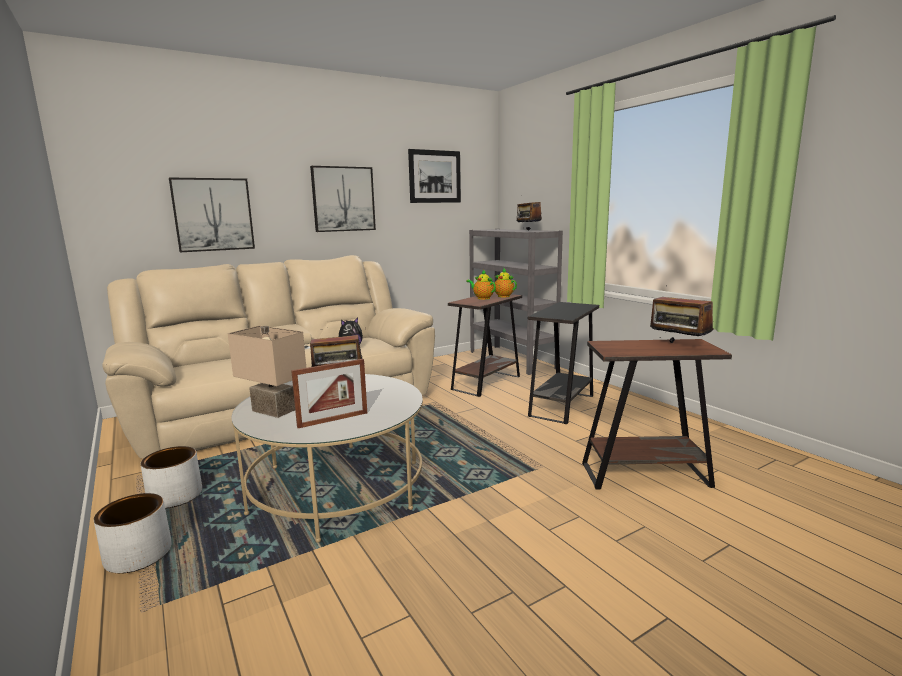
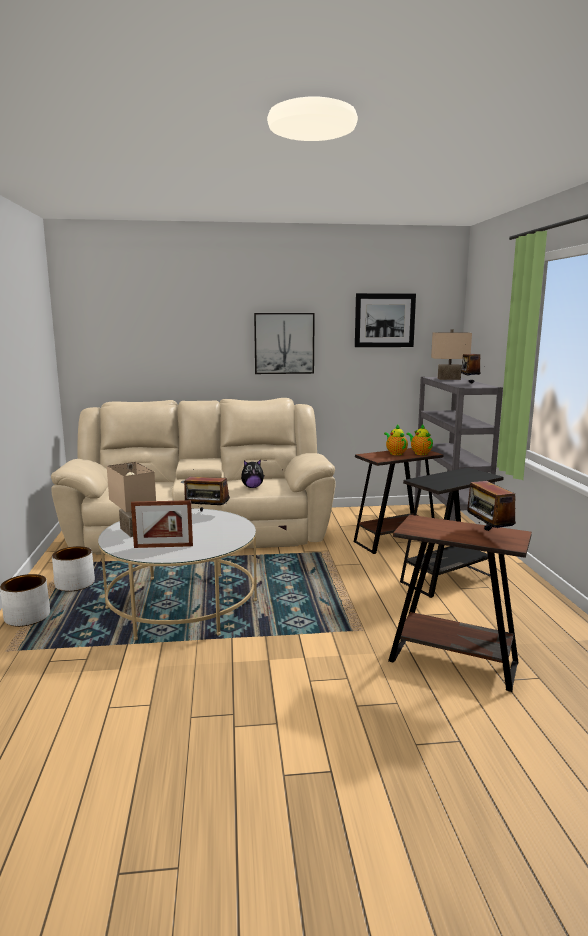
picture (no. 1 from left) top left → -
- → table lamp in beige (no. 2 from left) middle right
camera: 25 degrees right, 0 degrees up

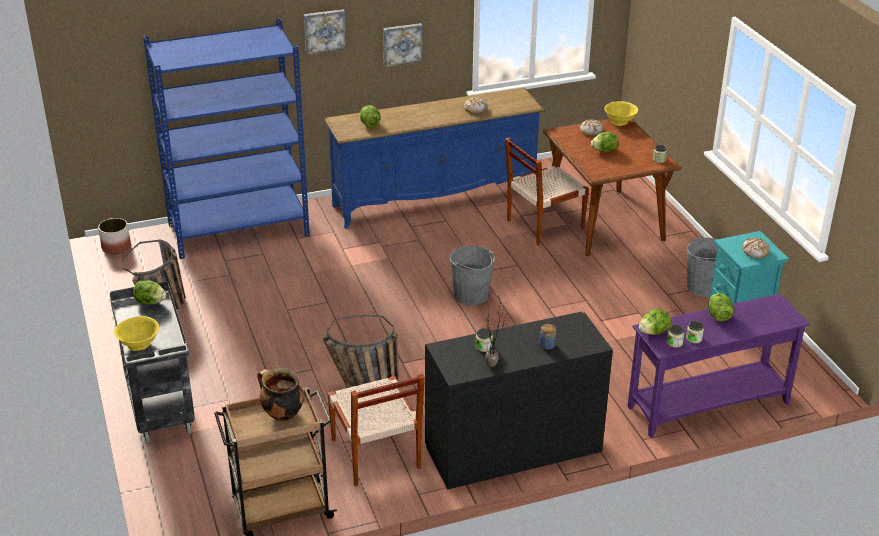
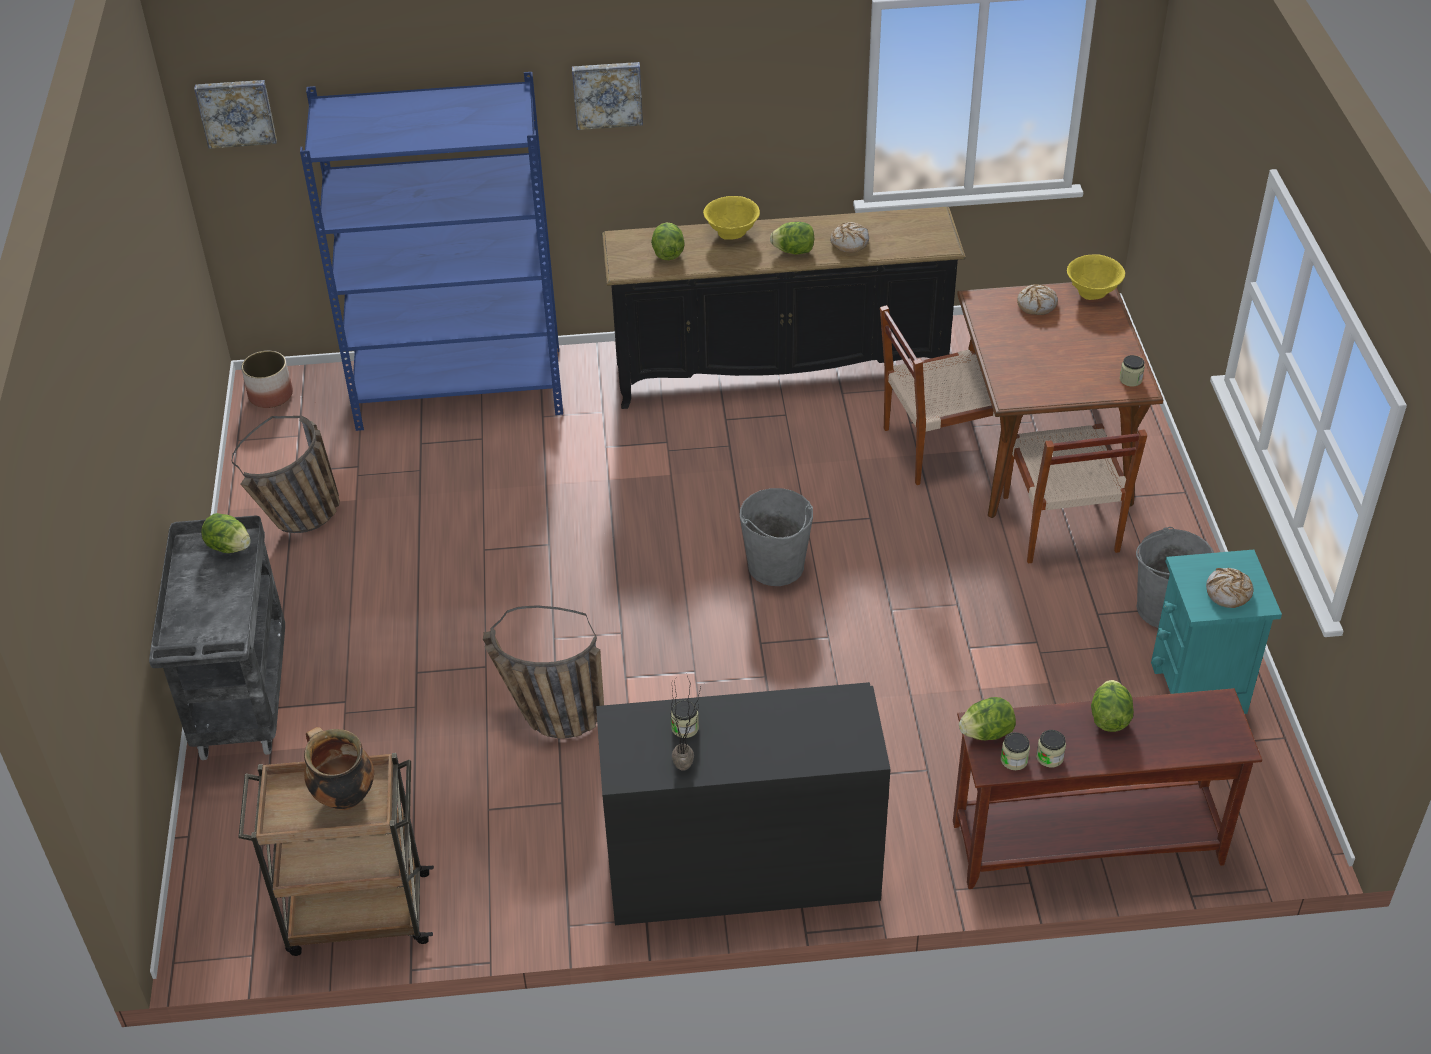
jar (no. 2 from left) centre → -
bowl in yellow (no. 1 from left) middle left → bowl in yellow (no. 1 from left) top centre, relocated
chair (no. 1 from left in the first image) bottom centre → chair (no. 2 from left) middle right, relocated
picture (no. 2 from left in the first image) top centre → picture (no. 1 from left) top left, relocated
lettuce (no. 3 from left) top right → lettuce (no. 3 from left) top centre, relocated
dresser in blue top centre → dresser in black top centre
console table in purple bottom right → console table in brown bottom right
camera: 15 degrees right, 10 degrees up

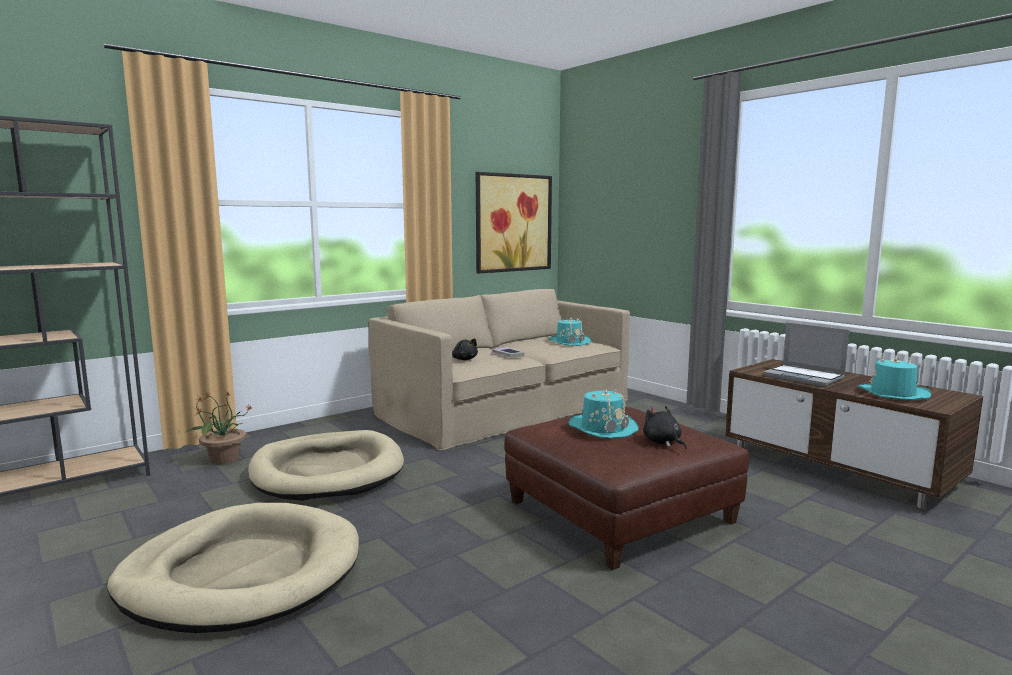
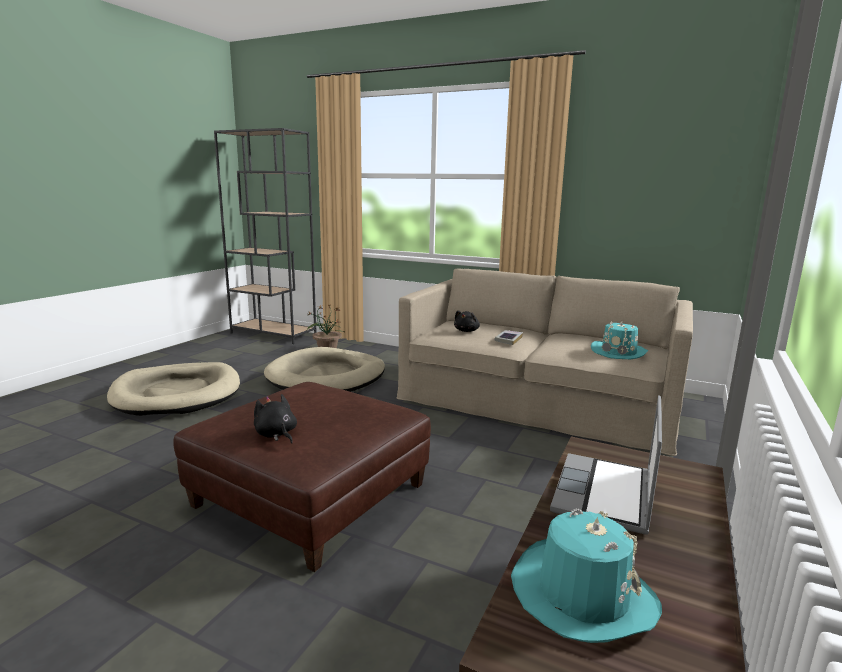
picture top centre → -
hat in turquoise (no. 2 from left) centre → -
plush toy in black (no. 2 from left in the first image) centre → plush toy in black (no. 1 from left) middle left, 75 degrees counterclockwise
camera: 65 degrees right, 5 degrees up

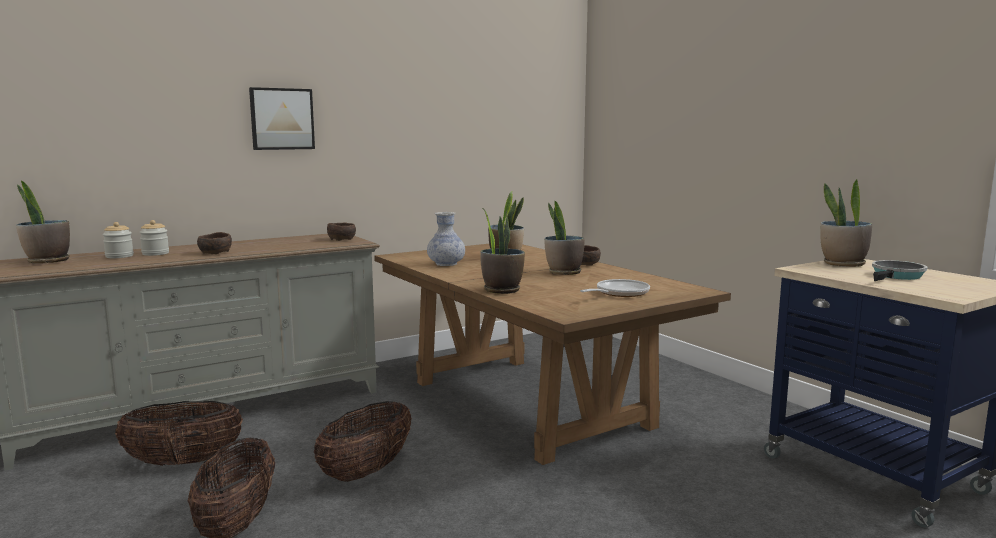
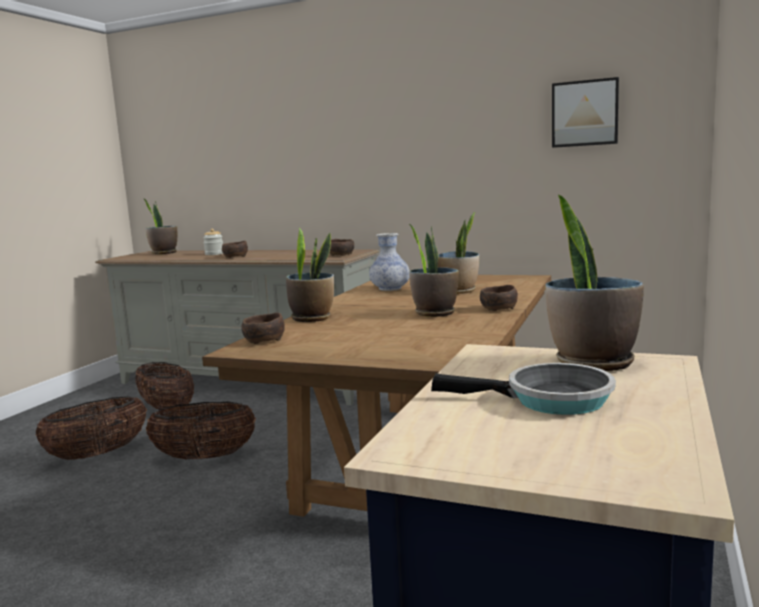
jar (no. 1 from left) middle left → -
frying pan (no. 1 from left) centre → -
- → bowl in brown (no. 2 from left) centre
picture top left → picture top right, relocated
camera: 55 degrees right, 0 degrees up

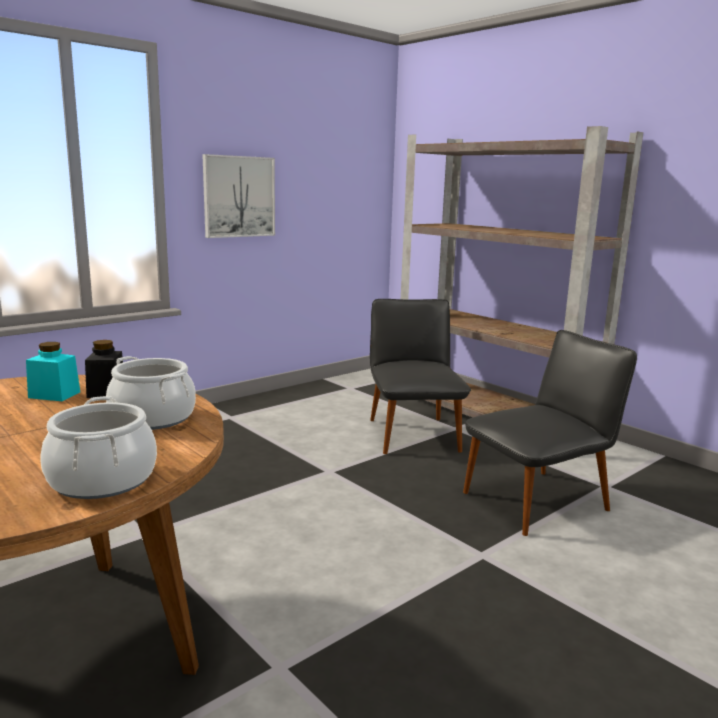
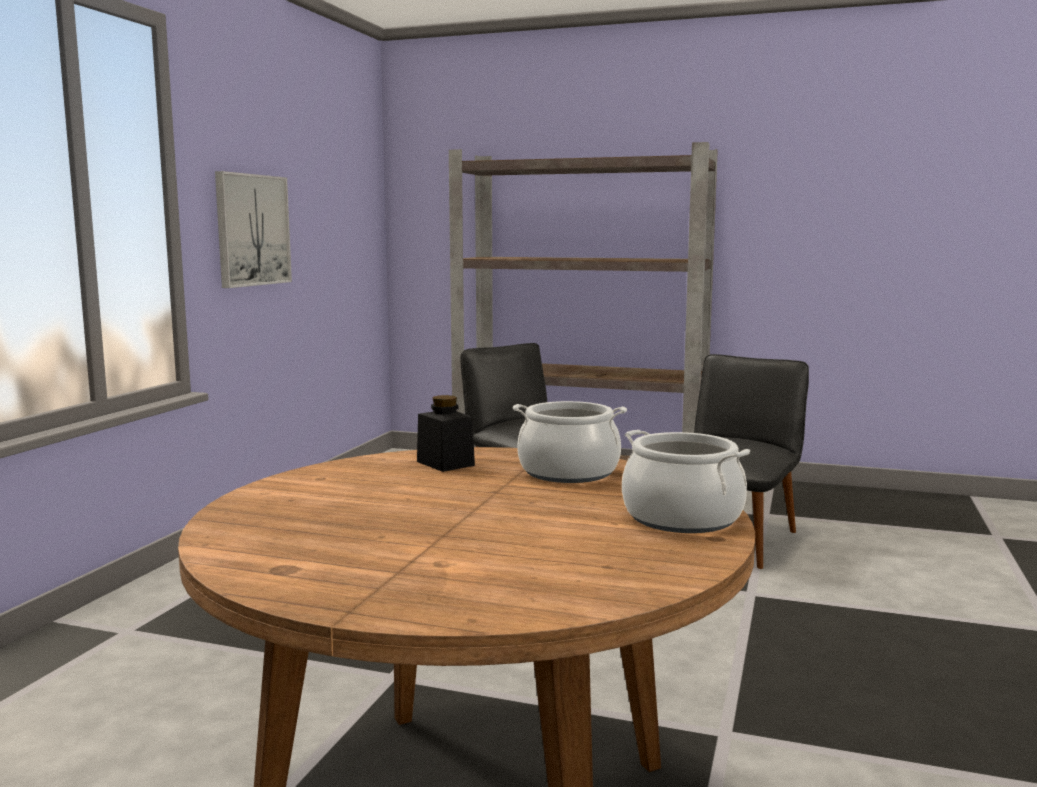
jar in turquoise middle left → -
camera: 30 degrees left, 5 degrees down

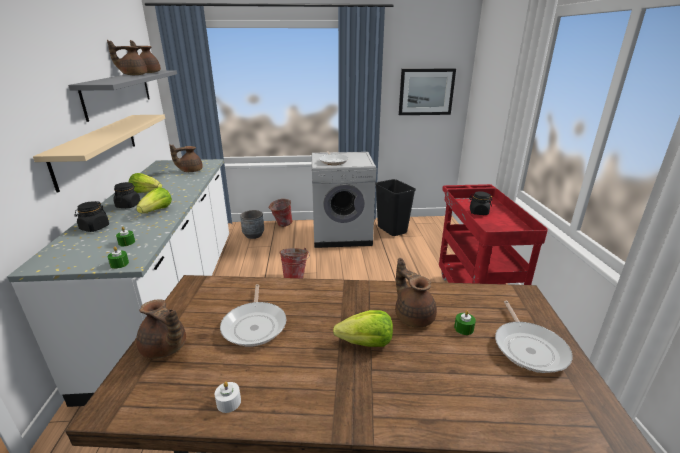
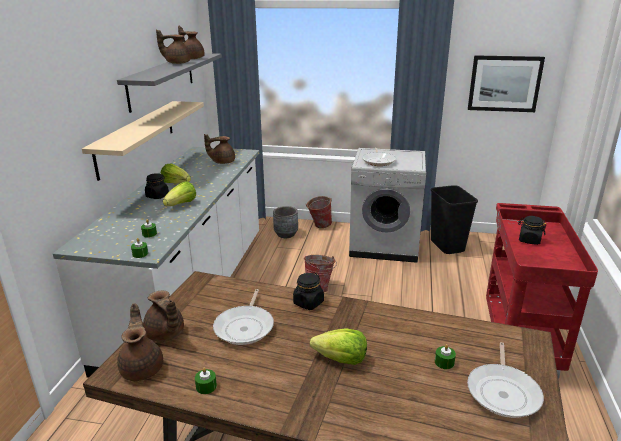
jar in black (no. 1 from left in the first image) middle left → jar in black (no. 2 from left) centre, relocated
teapot in brown (no. 5 from left in the first image) centre → teapot in brown (no. 1 from left) bottom left, relocated
candle in white bottom centre → candle in green (no. 3 from left) bottom left
camera: 15 degrees right, 0 degrees up

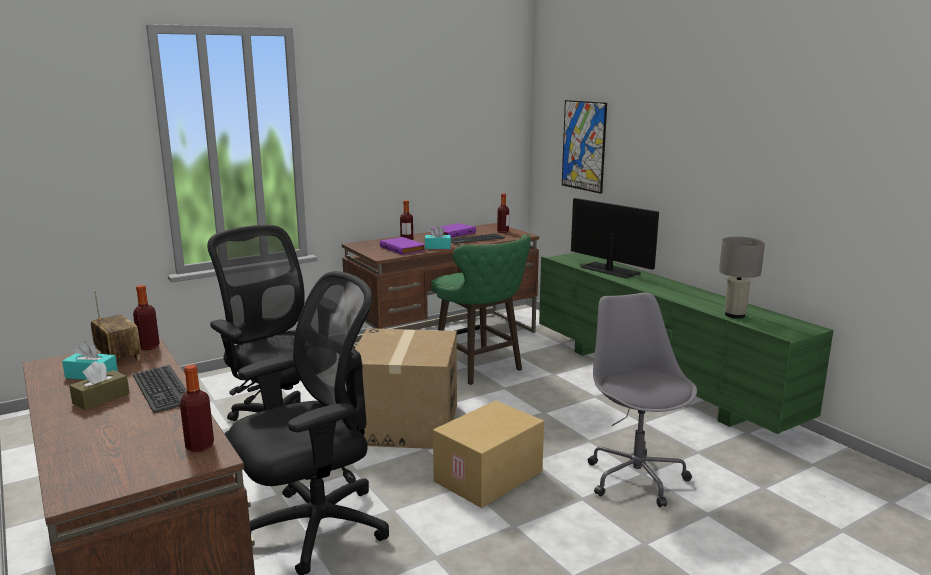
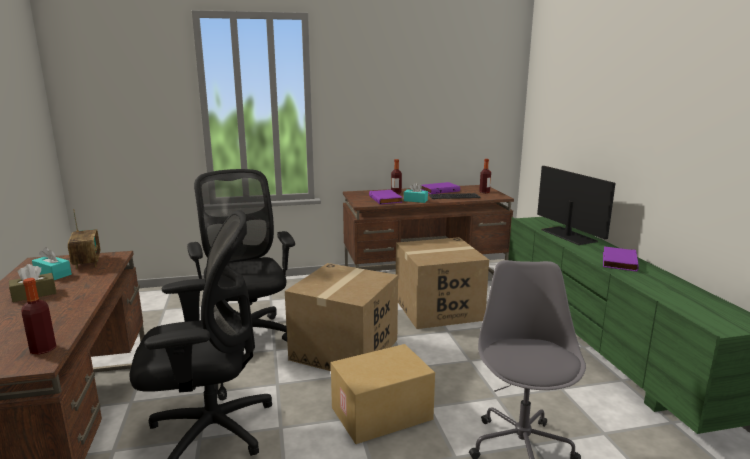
bottle (no. 1 from left) middle left → -
keyboard (no. 1 from left) bottom left → -
picture top centre → -
table lamp in grey middle right → -
- → book in purple (no. 3 from left) middle right
stool in green centre → cardboard box (no. 3 from left) centre
camera: 20 degrees right, 0 degrees up

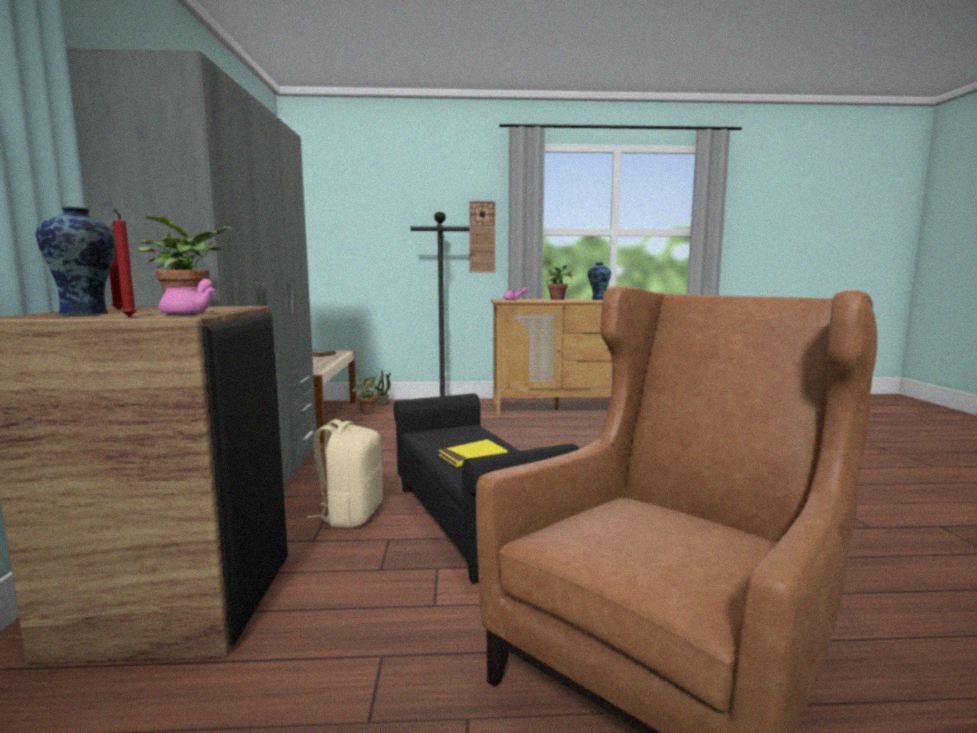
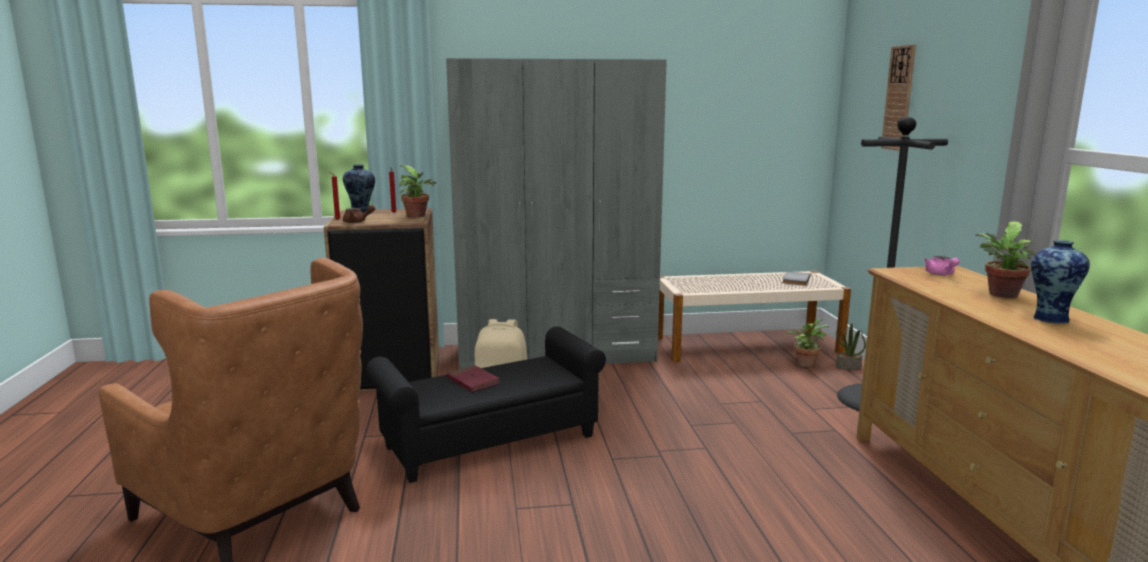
wall clock top centre → wall clock top right, relocated
teapot in pink (no. 1 from left) middle left → teapot in brown middle left
book in yellow centre → book in red bottom centre
camera: 85 degrees right, 5 degrees up

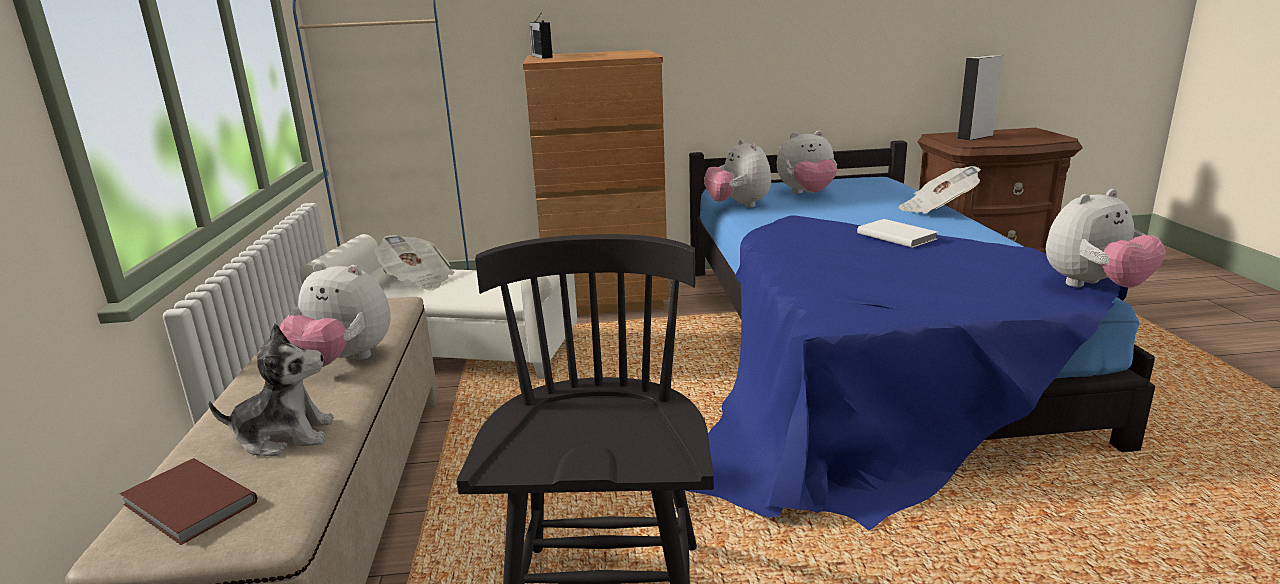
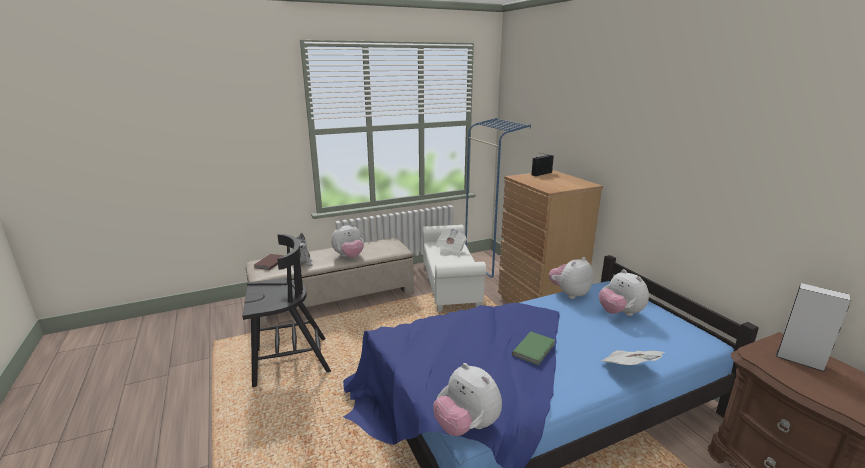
book in white middle right → book in green bottom centre
plush toy (no. 2 from left) middle left → plush toy (no. 2 from left) centre, 120 degrees counterclockwise
camera: 70 degrees right, 0 degrees up

